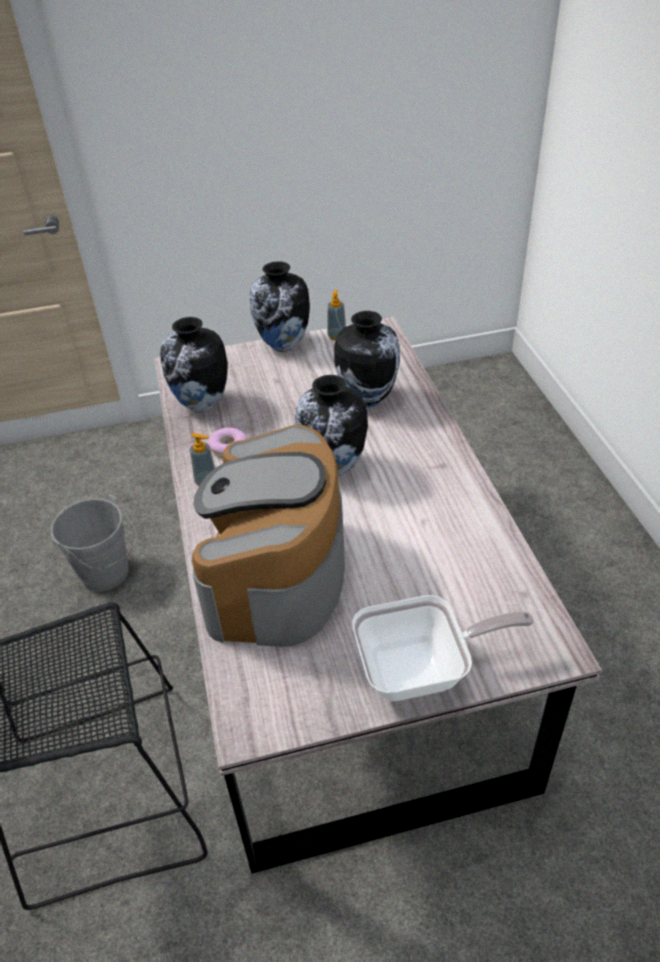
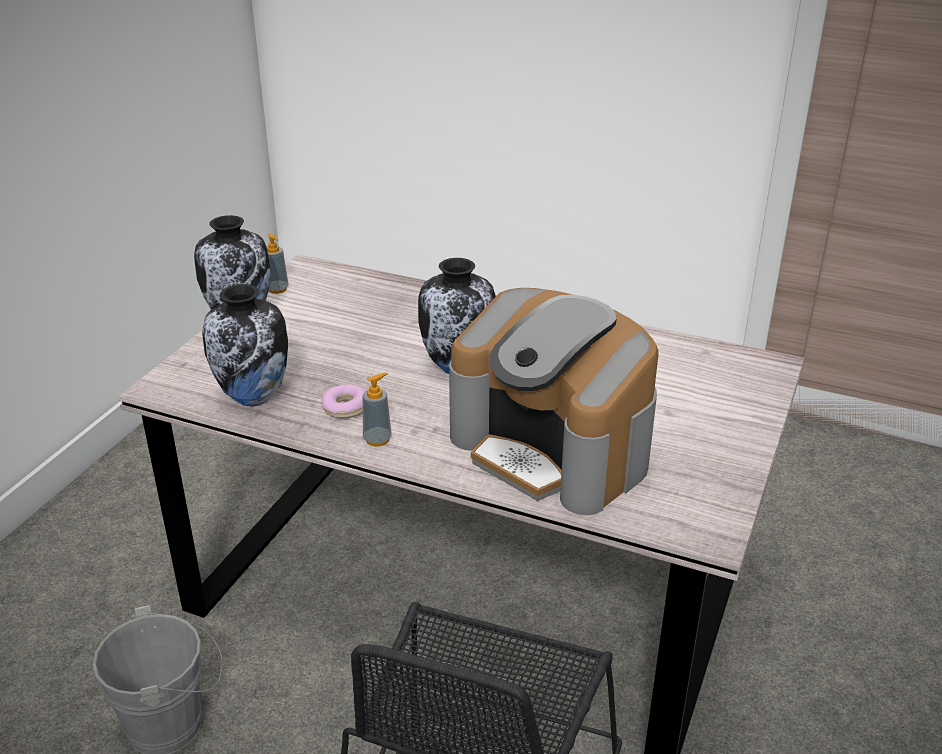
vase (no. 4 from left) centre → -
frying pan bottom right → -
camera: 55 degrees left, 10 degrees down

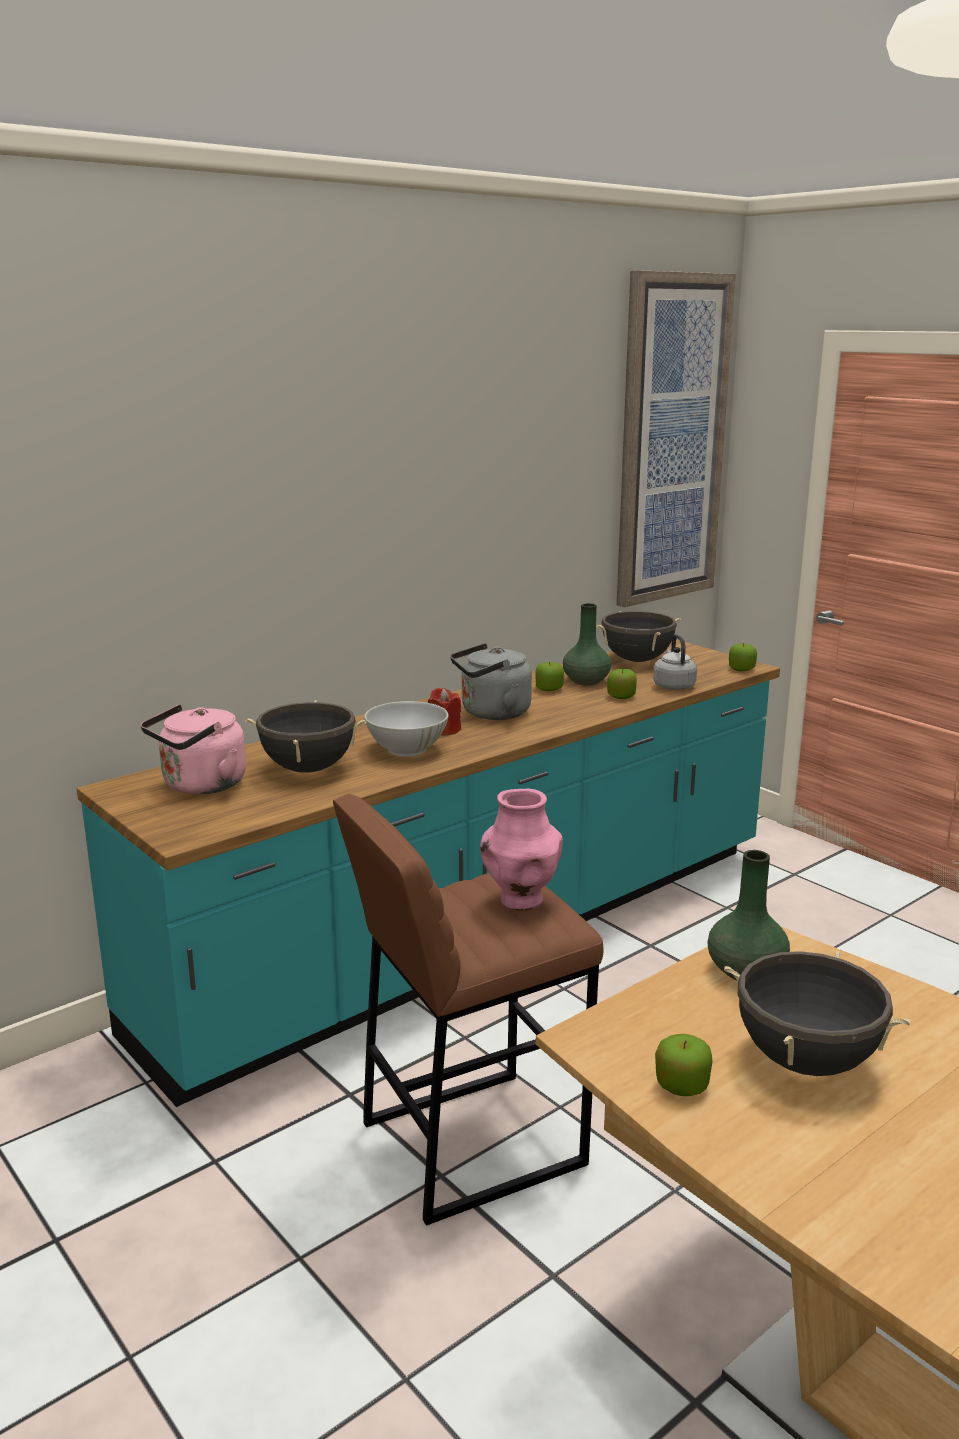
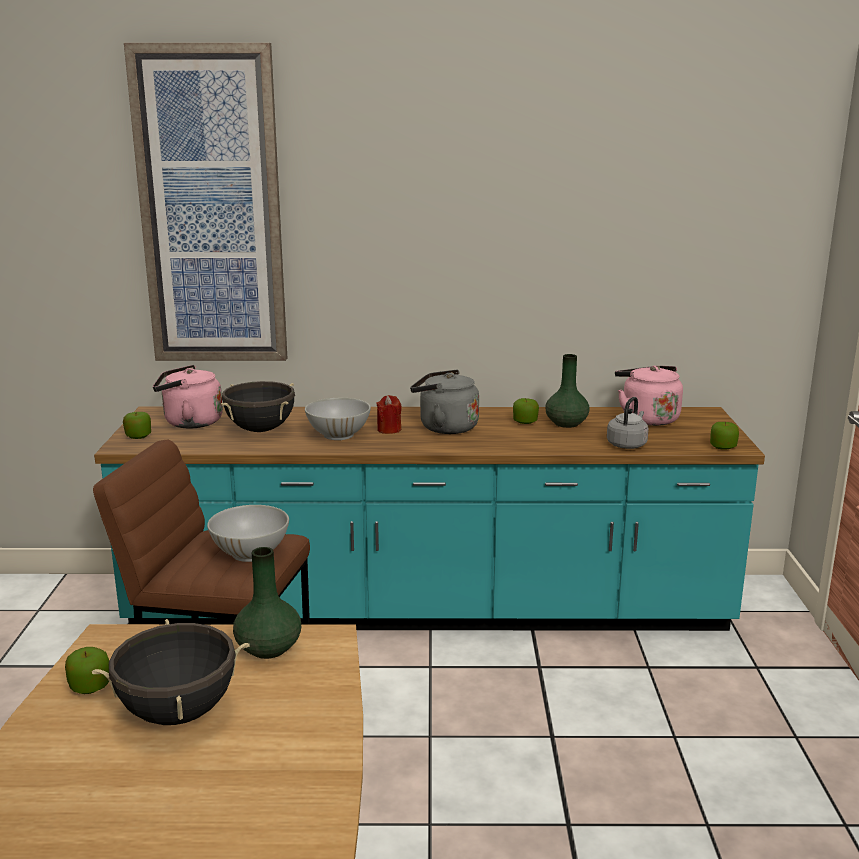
apple (no. 2 from left) centre → apple (no. 2 from left) middle left, relocated
picture top right → picture top left, relocated
vase in pink centre → bowl in white (no. 1 from left) middle left
cooking pot in black (no. 2 from left) centre → kettle in pink (no. 2 from left) middle right
camera: 40 degrees right, 0 degrees up

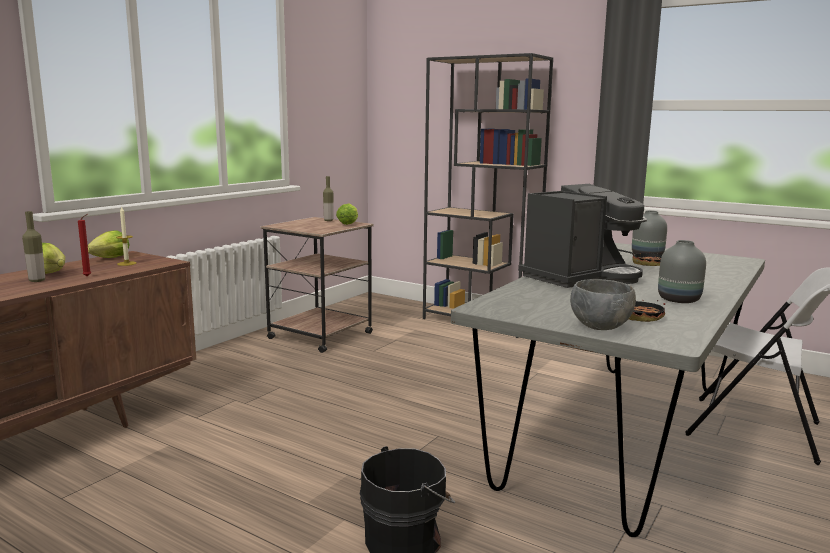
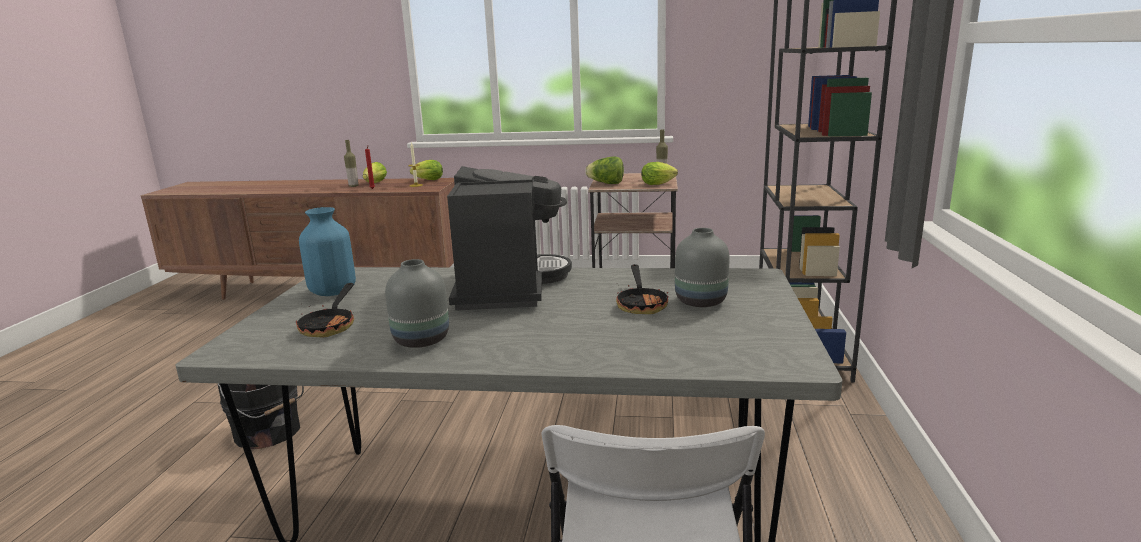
bowl in grey middle right → -
- → vase in blue middle left
- → lettuce (no. 3 from left) top centre
coffee machine middle right → coffee machine centre, 120 degrees counterclockwise
camera: 65 degrees right, 5 degrees up

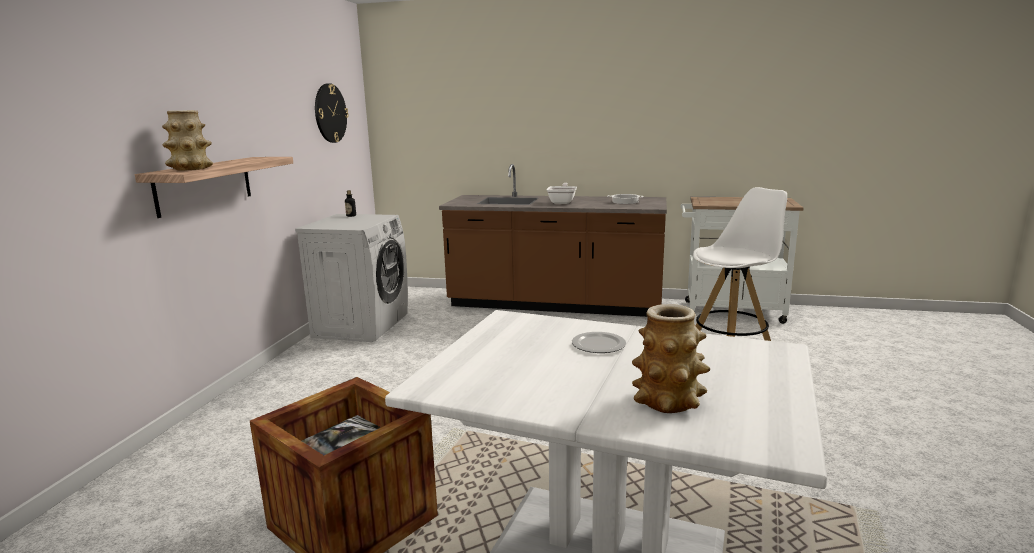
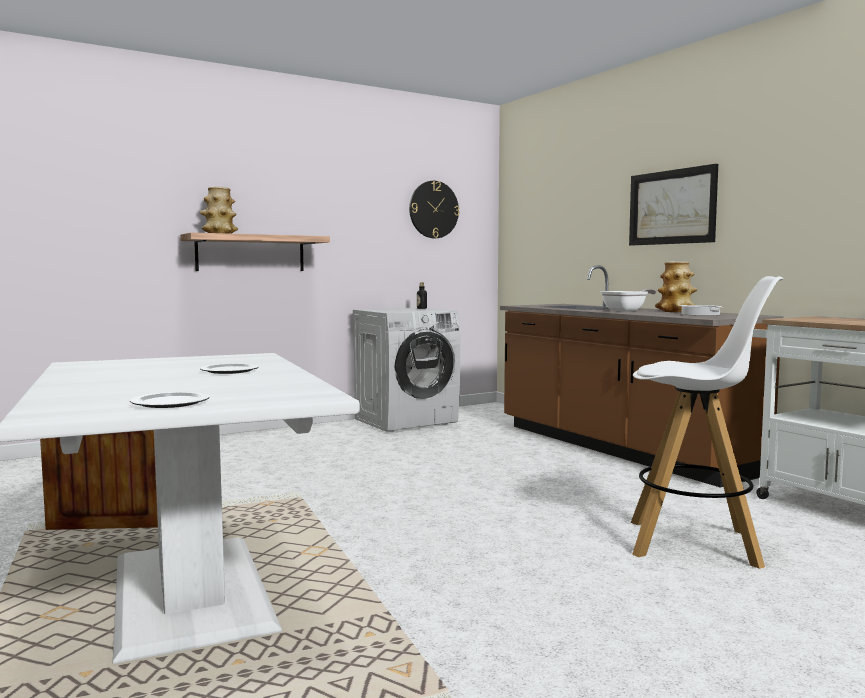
- → plate (no. 1 from left) middle left
- → picture top right
vase (no. 2 from left) centre → vase (no. 2 from left) middle right, relocated
camera: 45 degrees right, 10 degrees down

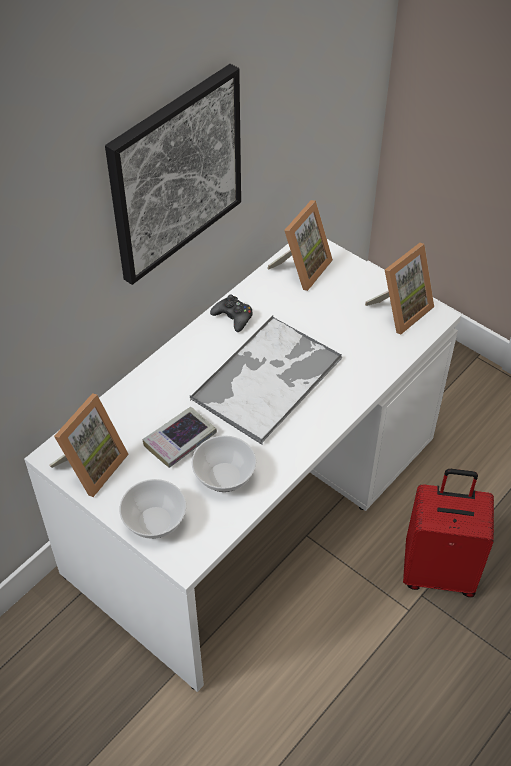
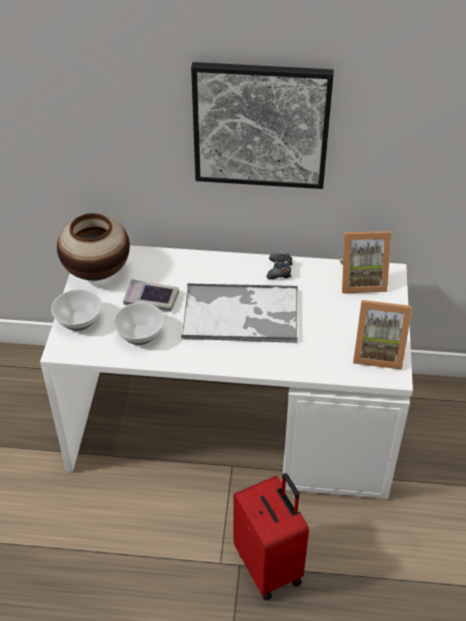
picture frame (no. 1 from left) middle left → vase middle left
camera: 55 degrees right, 5 degrees down

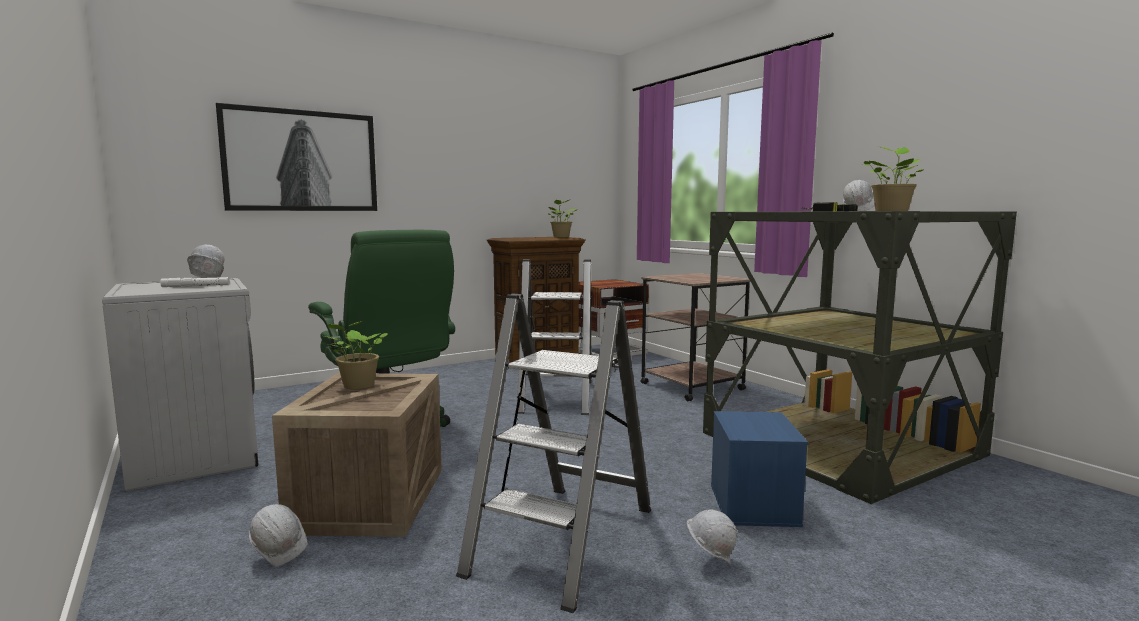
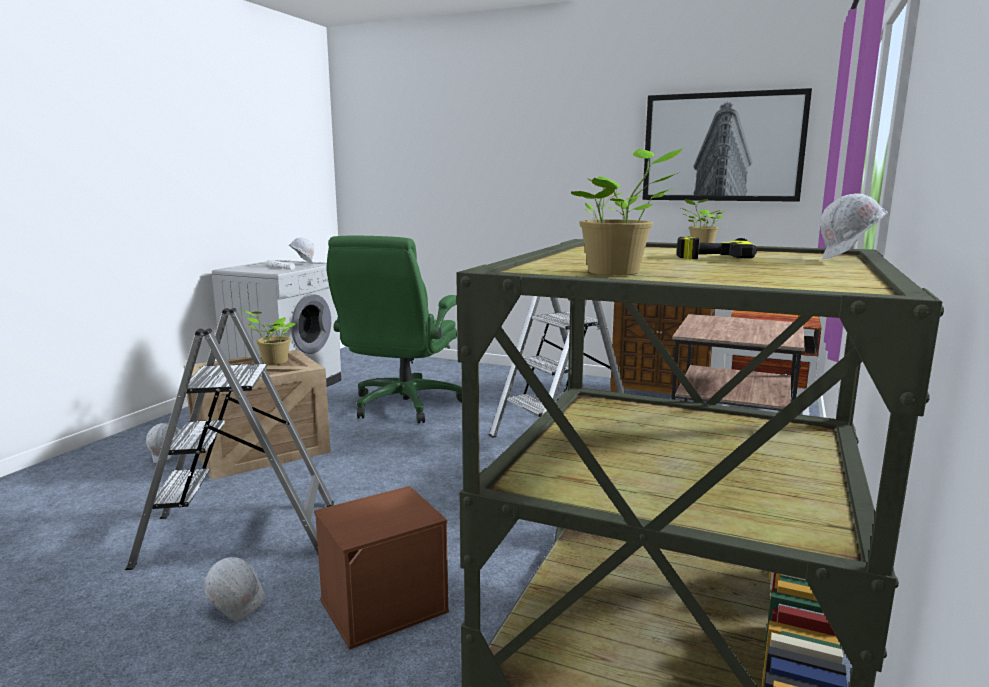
picture top left → picture top right, relocated
storage box in blue bottom centre → storage box in brown bottom centre
camera: 55 degrees right, 5 degrees up

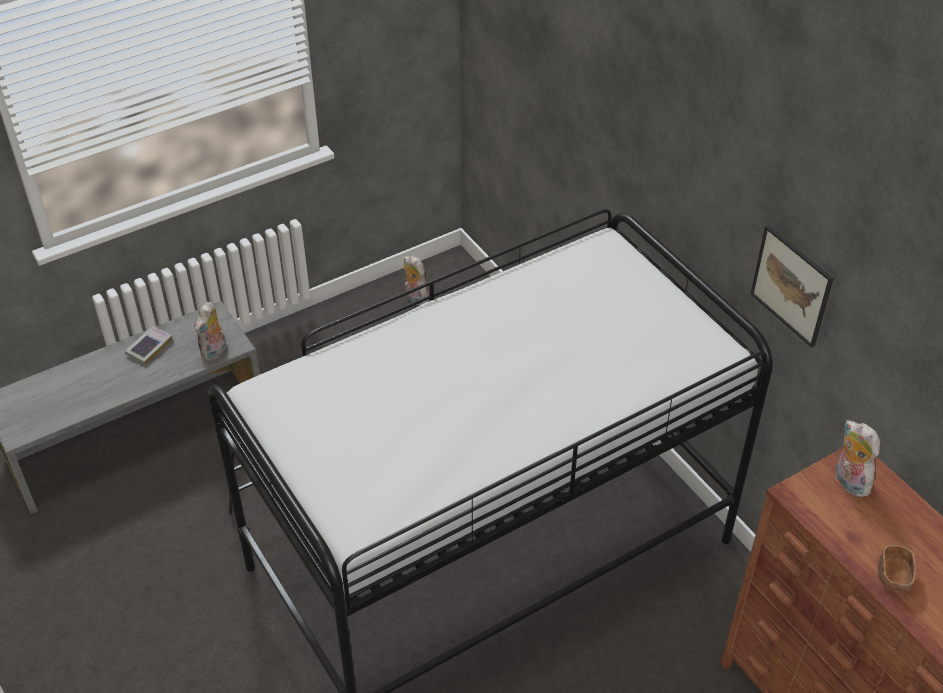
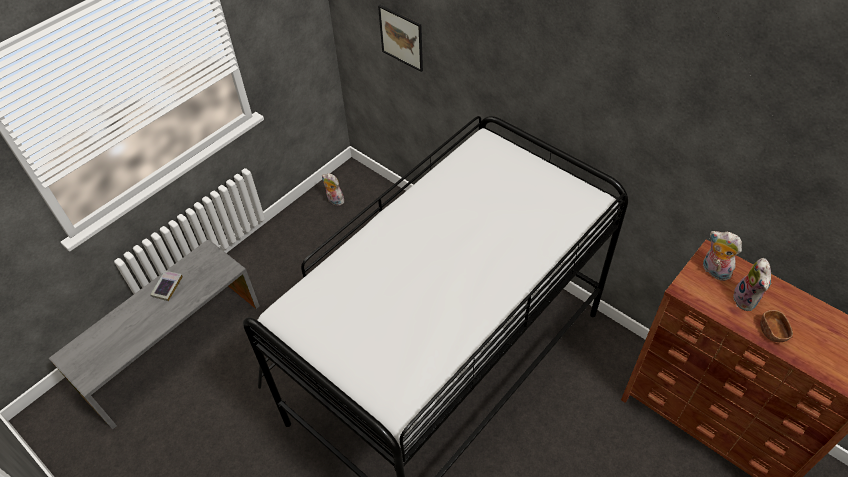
plush toy (no. 1 from left in the first image) middle left → plush toy (no. 3 from left) middle right, relocated
picture middle right → picture top centre, relocated
camera: 15 degrees left, 5 degrees up

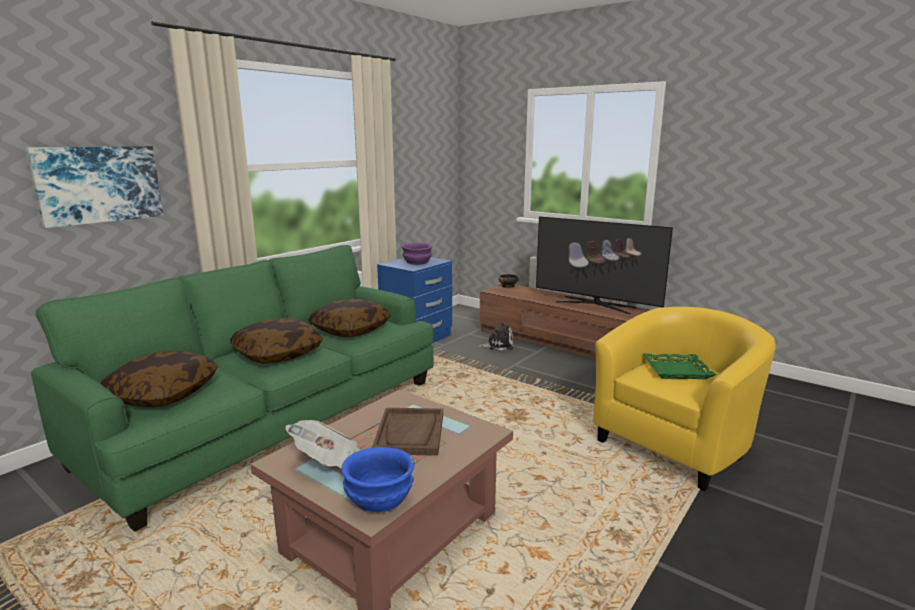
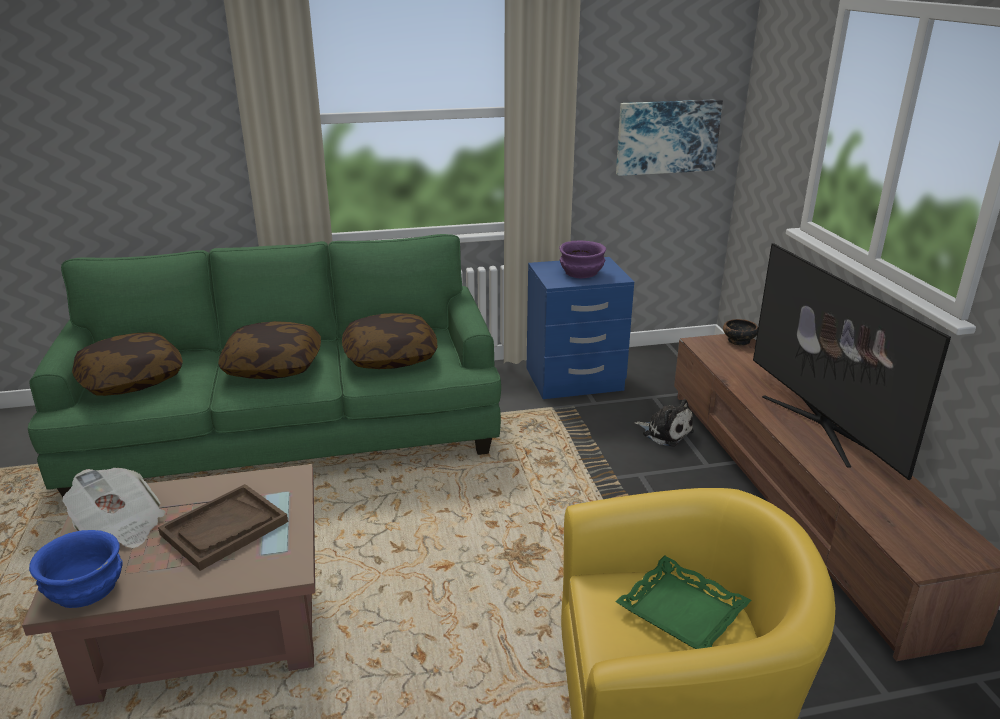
picture top left → picture top right, relocated
camera: 40 degrees right, 10 degrees up

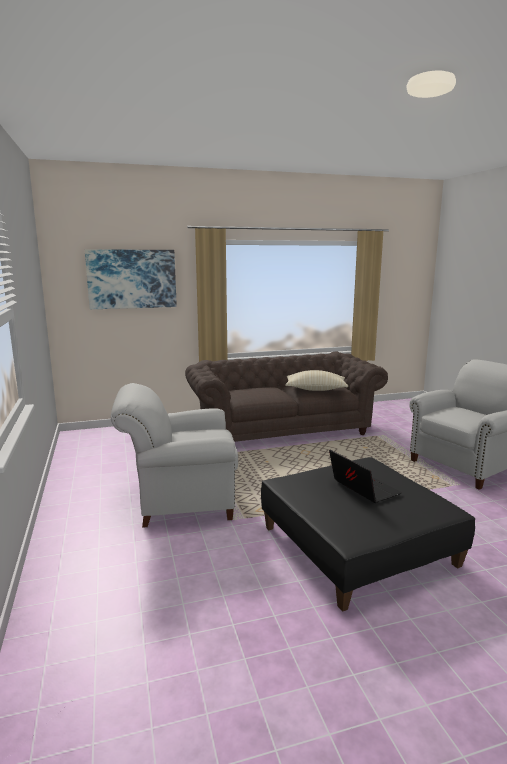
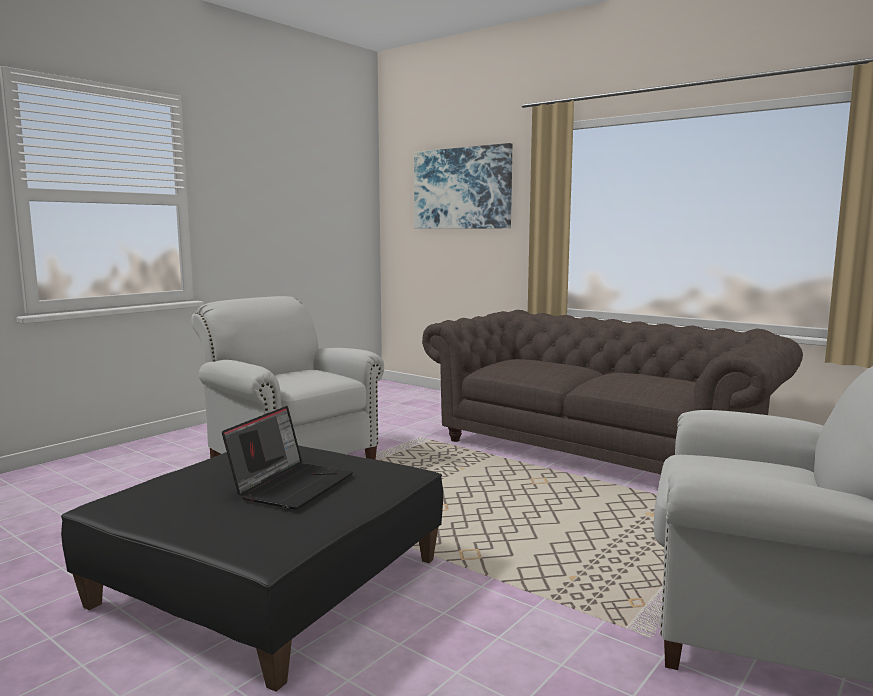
pillow in beige centre → -
camera: 55 degrees right, 5 degrees down

